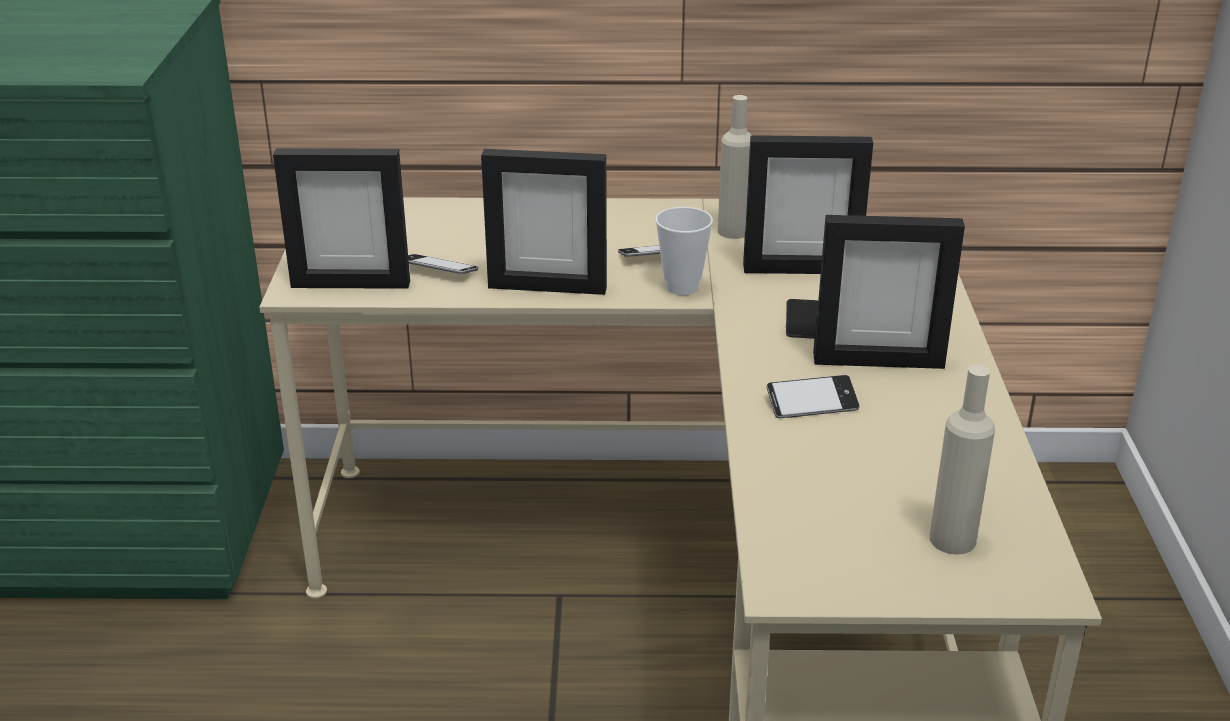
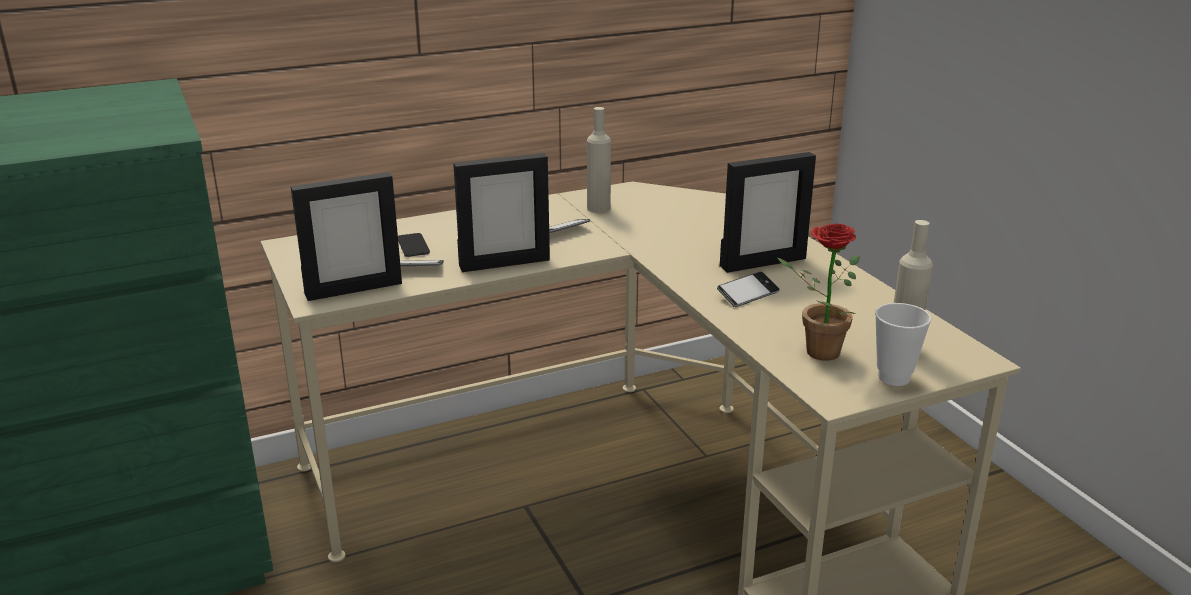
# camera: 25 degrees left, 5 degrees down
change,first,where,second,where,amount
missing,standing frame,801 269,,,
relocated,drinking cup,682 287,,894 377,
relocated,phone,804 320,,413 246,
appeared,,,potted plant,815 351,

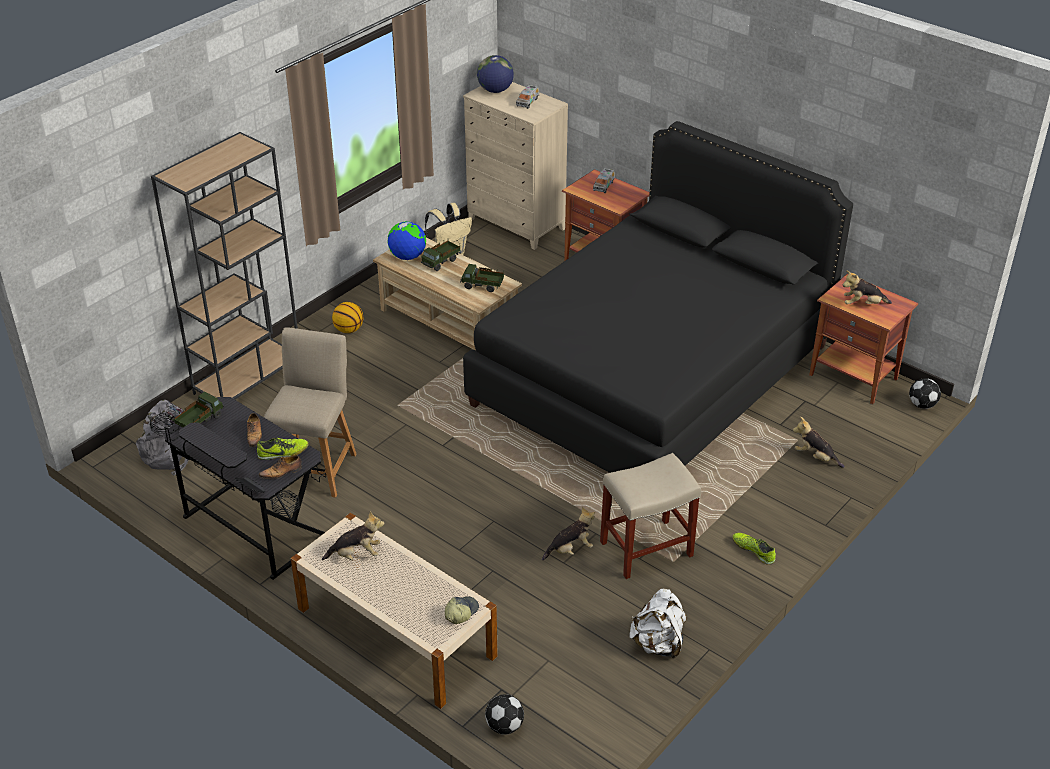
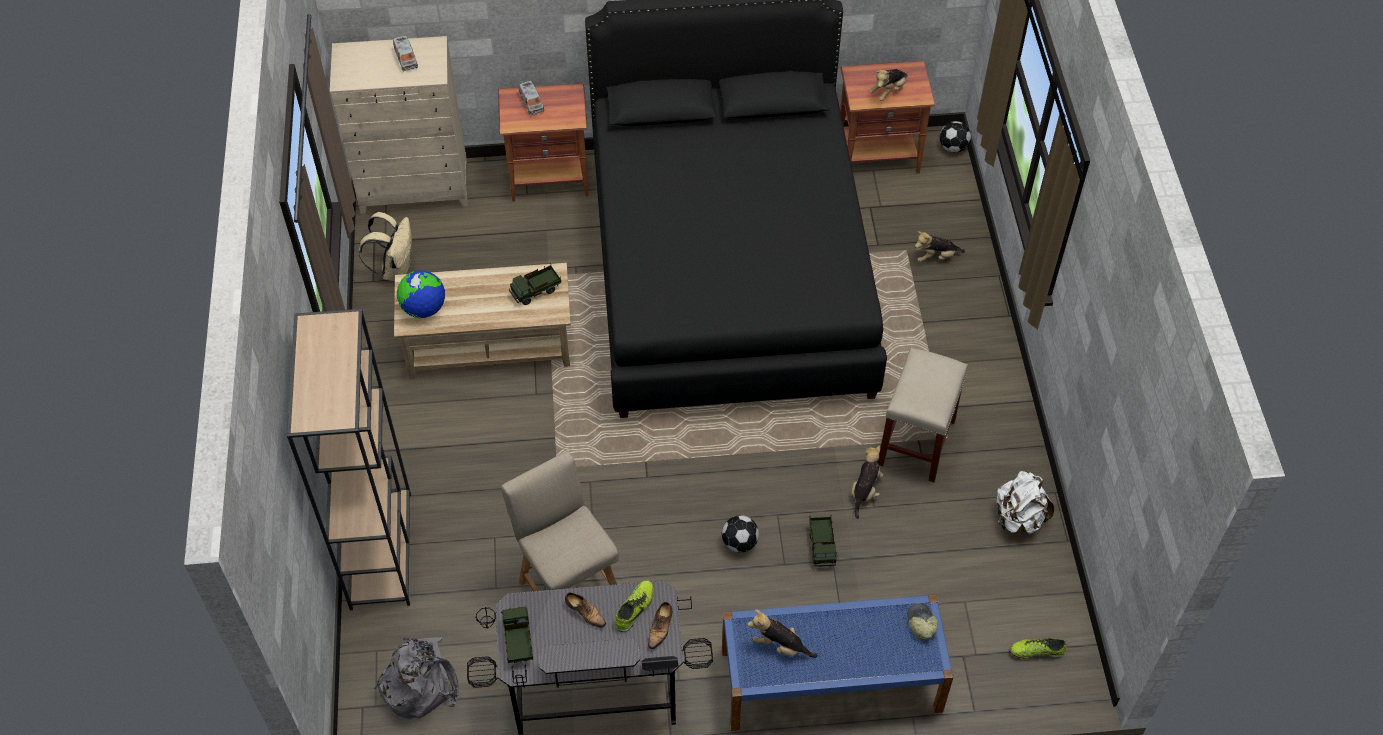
# camera: 45 degrees left, 15 degrees up
change,first,where,second,where,amount
missing,globe,495 90,,,
relocated,toy lorry,441 262,,822 546,
missing,basketball ball,349 329,,,
spun,soft toy,356 555,,780 645,105 degrees counterclockwise
colour,bench/beige-coloured,395 633,bench/blue,831 681,
relocated,item of footwear,753 551,,1037 651,
relocated,ball for football,504 726,,739 543,

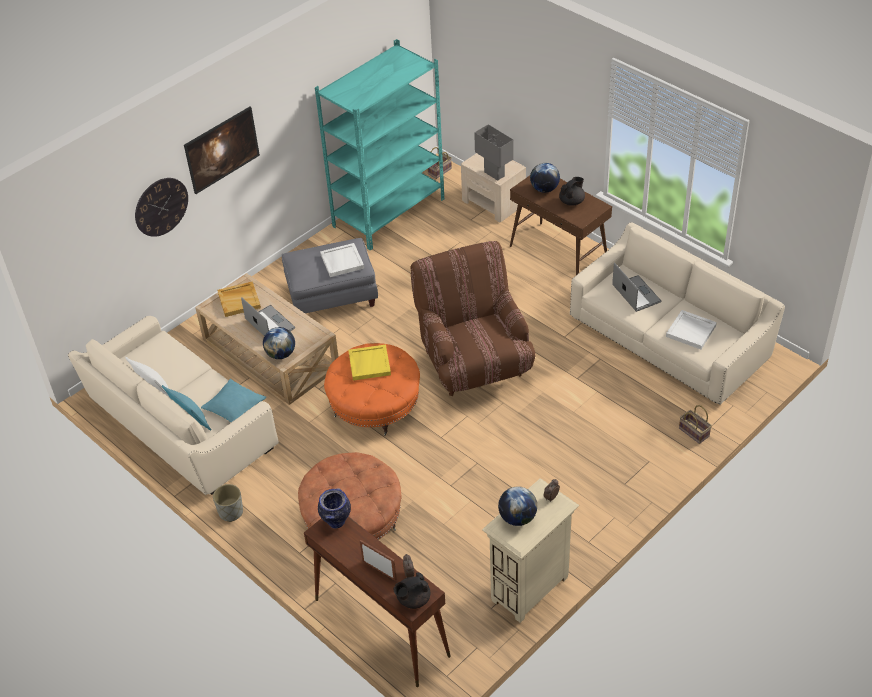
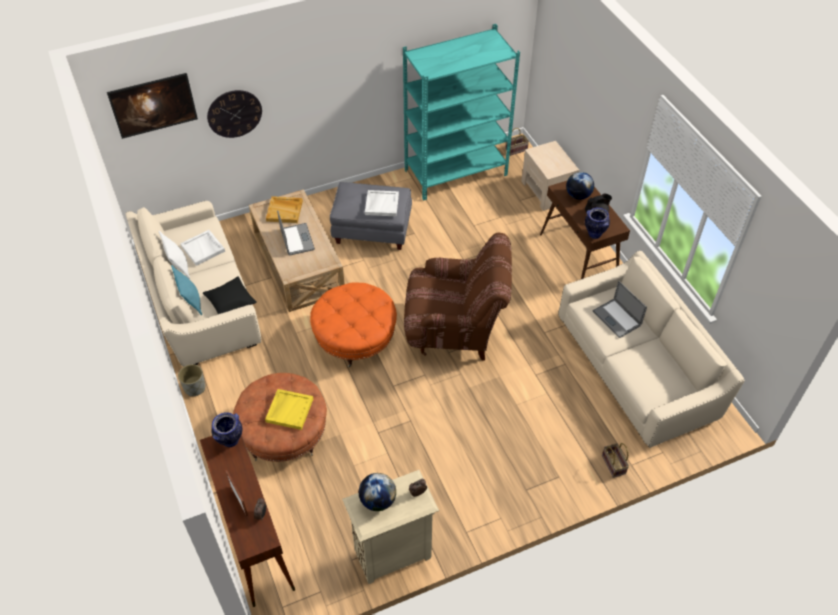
# camera: 20 degrees right, 5 degrees up
change,first,where,second,where,amount
relocated,picture,224 161,,156 116,
missing,tabletop lamp/grey,494 174,,,
spun,armchair/brownish,474 364,,455 330,90 degrees clockwise
spun,portable computer,636 294,,616 318,150 degrees clockwise
relocated,carrying tray/white,691 331,,203 249,
missing,globe,281 354,,,
relocated,carrying tray/yellowish,369 364,,289 410,
colour,pillow/turquoise,234 407,pillow/black,230 301,
missing,teapot/black,413 599,,,
appeared,,,vase,594 234,

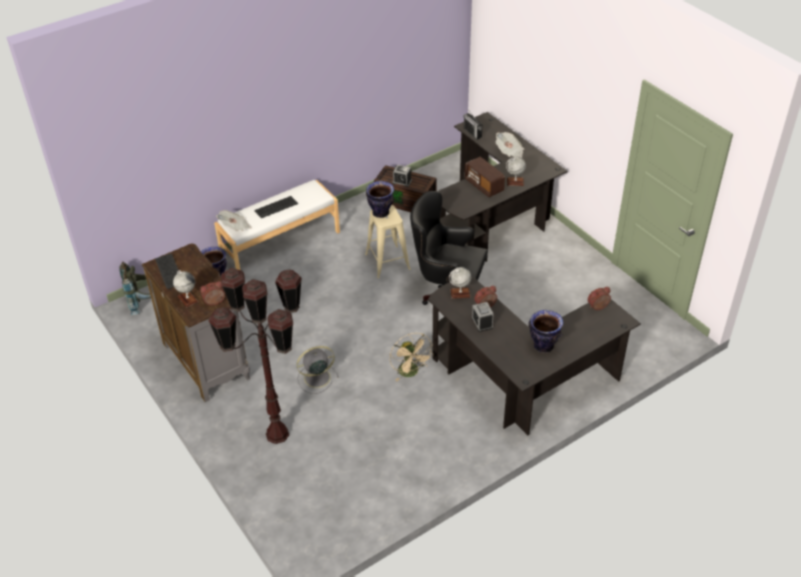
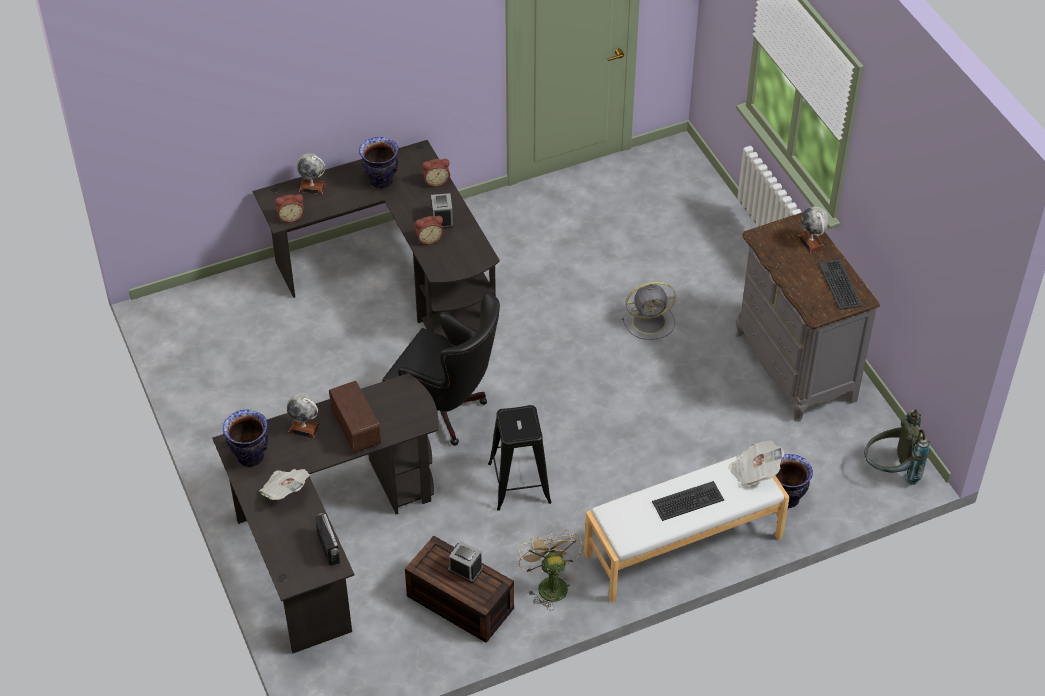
# camera: 170 degrees left, 5 degrees up
change,first,where,second,where,amount
relocated,vase,380 213,,251 457,
colour,stool/beige-coloured,387 262,stool/black,519 482,
relocated,globe,460 293,,312 187,
missing,standing lamp/brownish,276 434,,,
relocated,alarm clock,214 302,,436 181,
relocated,fan/beige-coloured,411 373,,549 584,

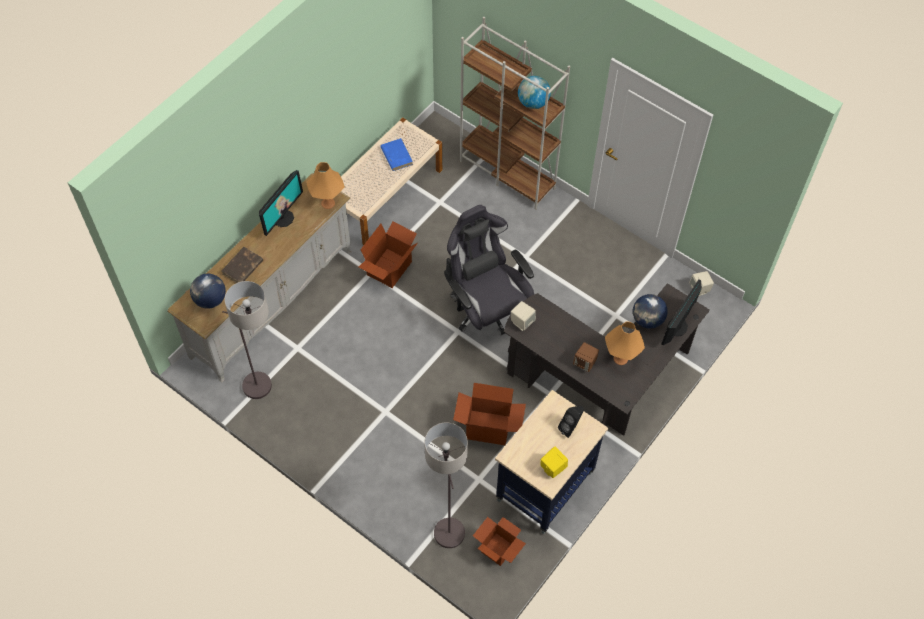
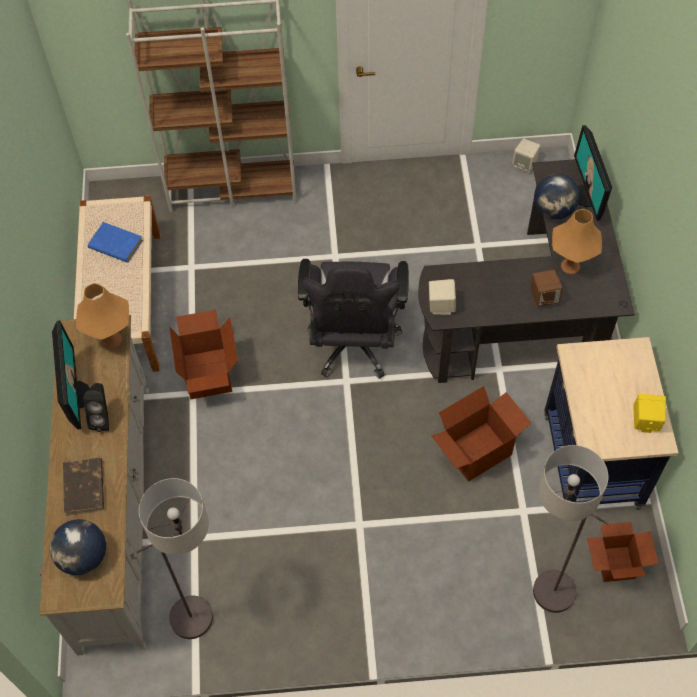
# camera: 40 degrees left, 0 degrees up
change,first,where,second,where,amount
missing,globe,533 103,,,
spun,office chair/black,487 311,,354 338,105 degrees counterclockwise
relocated,loudspeaker/black,570 428,,103 418,

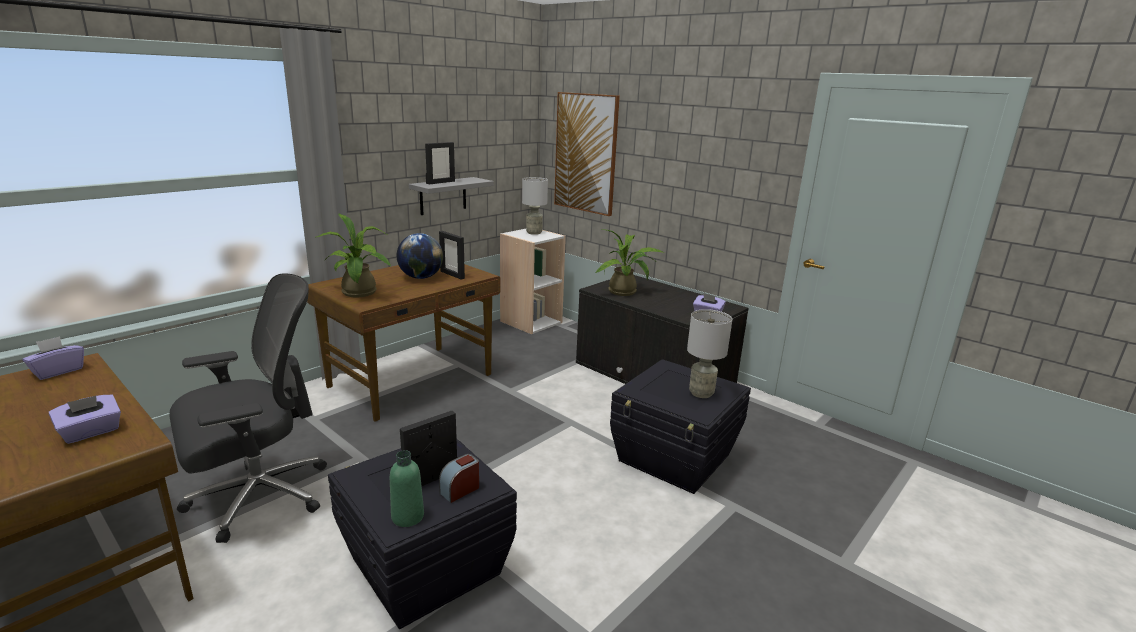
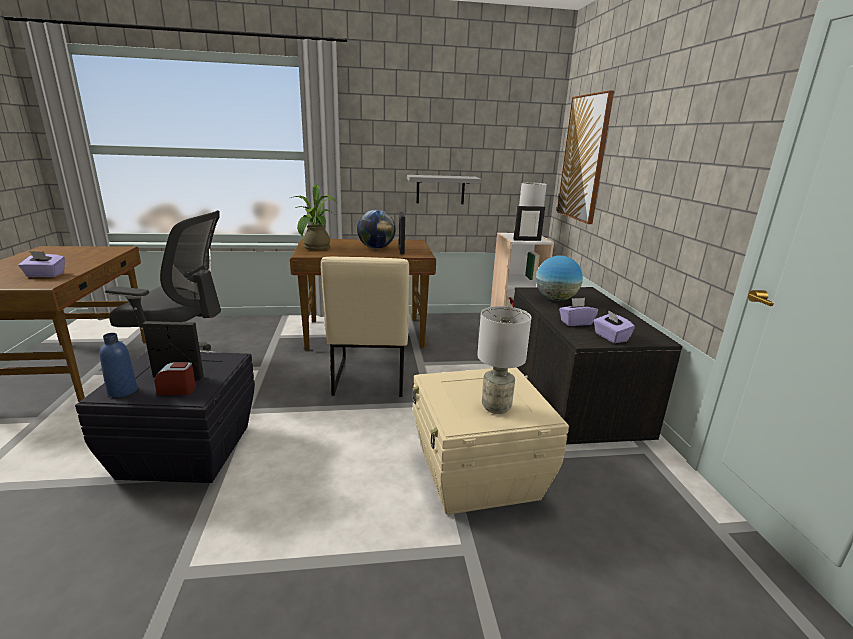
# camera: 40 degrees right, 0 degrees up
change,first,where,second,where,amount
relocated,standing frame,440 182,,527 240,
exchanged,potted plant,626 292,globe,555 299,
relocated,box of tissues/purple,58 371,,576 322,
colour,storage container/black,675 458,storage container/beige-coloured,477 474,
colour,beverage bottle/greenish,407 517,beverage bottle/blue,122 391,
appeared,,,upright chair/beige-coloured,369 377,

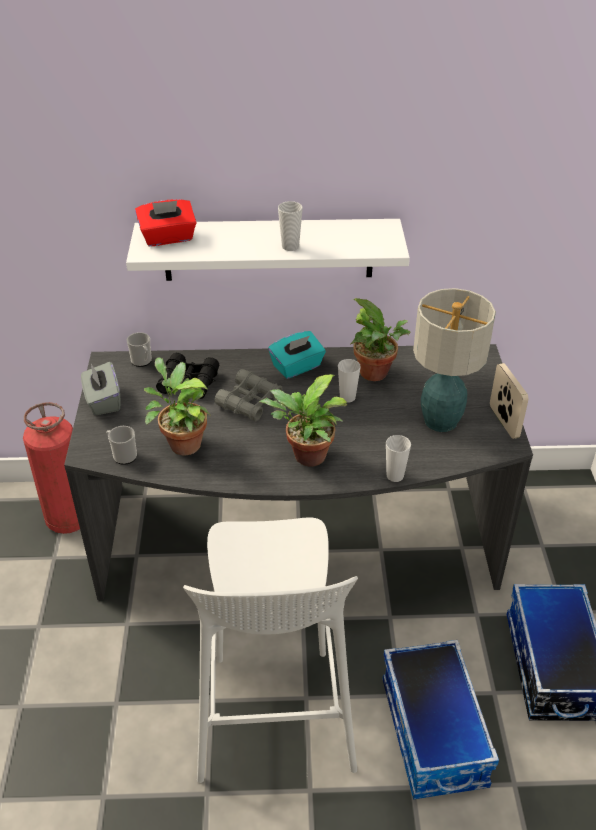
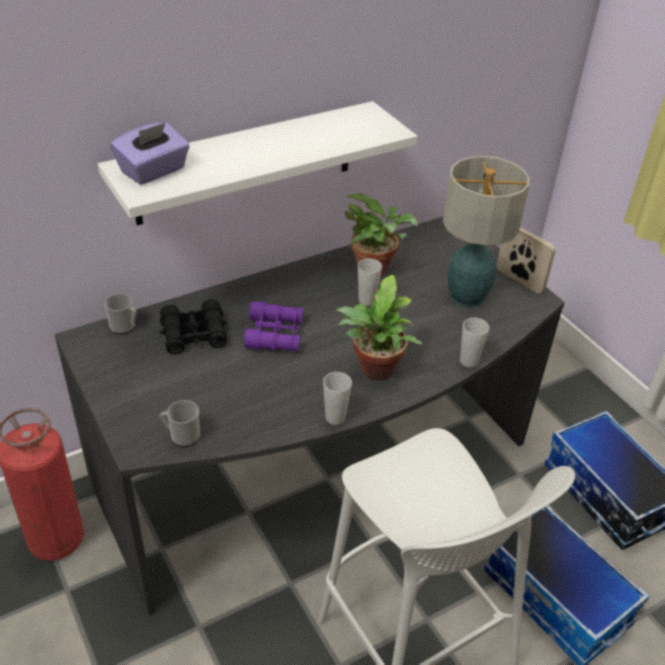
# camera: 30 degrees left, 0 degrees up
change,first,where,second,where,amount
colour,box of tissues/reddish,168 238,box of tissues/purple,154 171,
relocated,drinking cup,290 247,,335 418,
missing,box of tissues/turquoise,297 367,,,
missing,potted plant,182 443,,,
missing,box of tissues/grey,103 401,,,
colour,binoculars/grey,249 402,binoculars/purple,274 334,

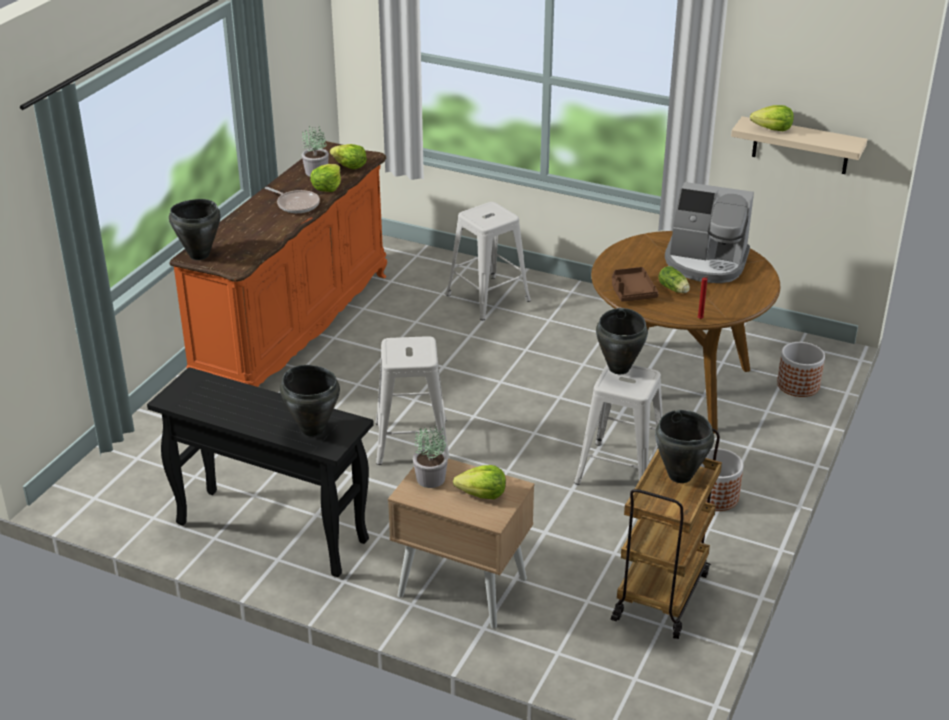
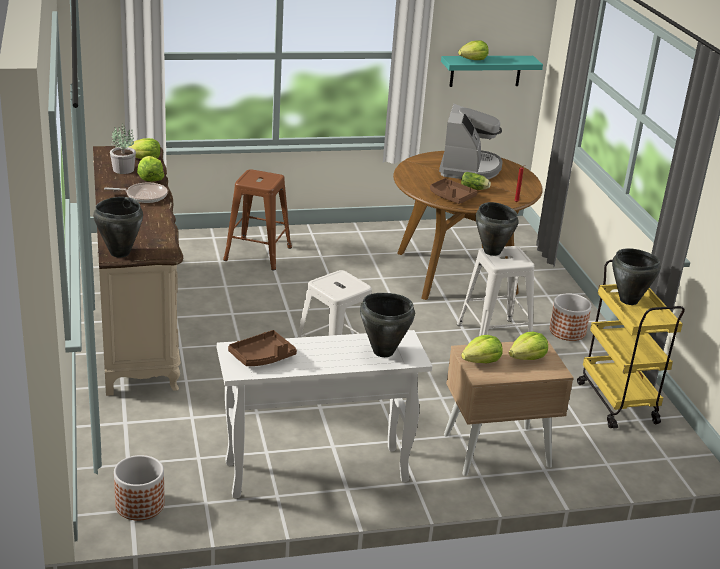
# camera: 40 degrees left, 5 degrees down
change,first,where,second,where,amount
colour,bracket shelf/beige-coloured,801 146,bracket shelf/turquoise,485 71,
colour,cabinet/orange-coloured,297 330,cabinet/beige-coloured,138 321,
spun,coffee brewer,706 263,,469 168,60 degrees counterclockwise
colour,stool/white,488 298,stool/brownish,258 254,
relocated,plant pot,797 385,,139 505,
colour,narrow table/black,270 532,narrow table/white,315 472,
exchanged,potted plant,431 479,head of lettuce,481 361,
colour,cart/brownish,661 597,cart/yellowish,617 403,
appeared,,,carrying tray/brownish,262 357,

